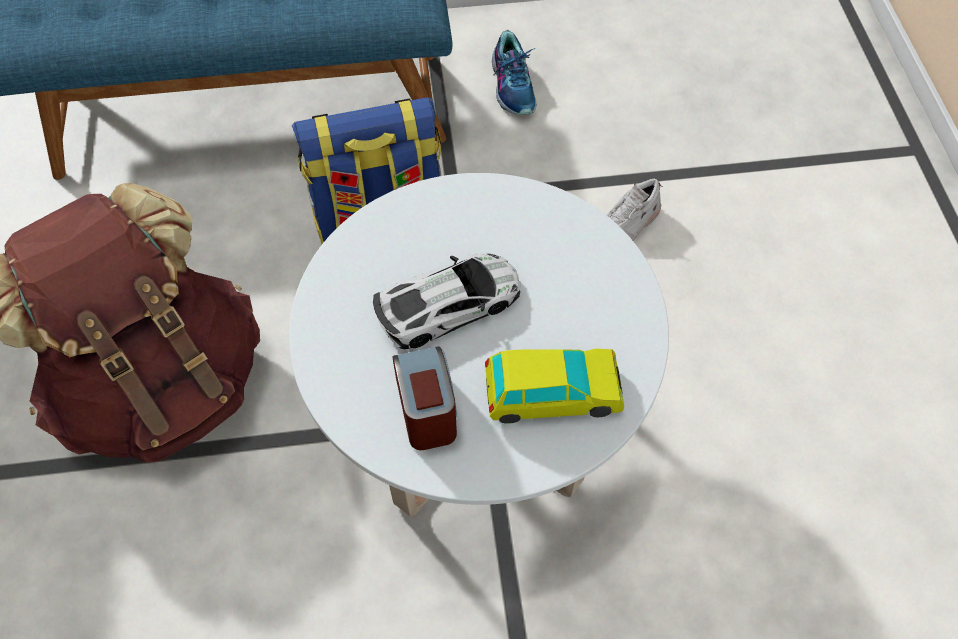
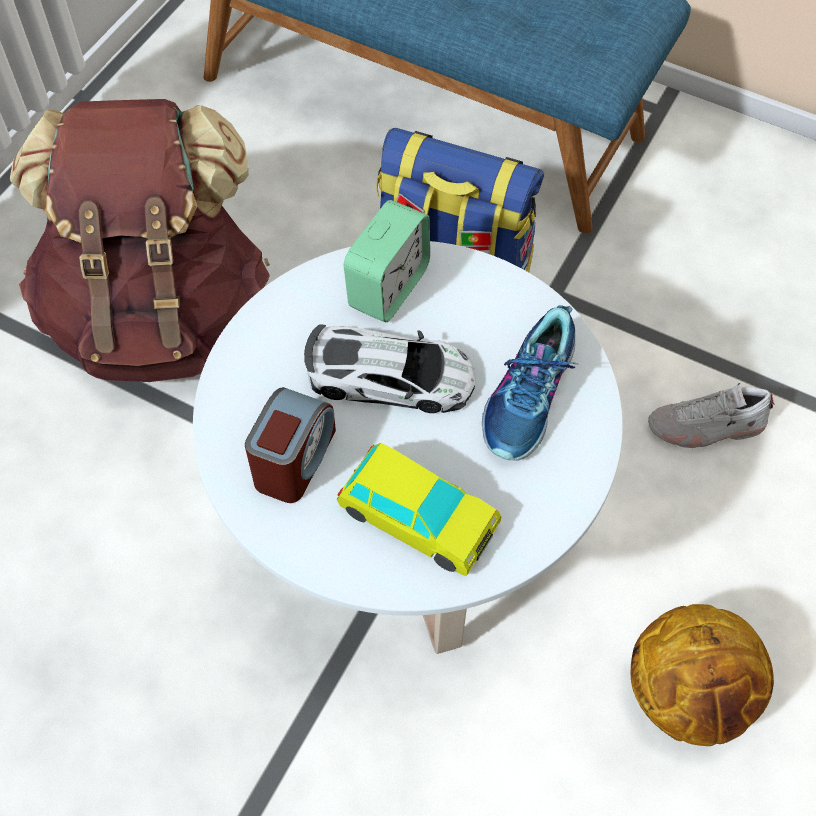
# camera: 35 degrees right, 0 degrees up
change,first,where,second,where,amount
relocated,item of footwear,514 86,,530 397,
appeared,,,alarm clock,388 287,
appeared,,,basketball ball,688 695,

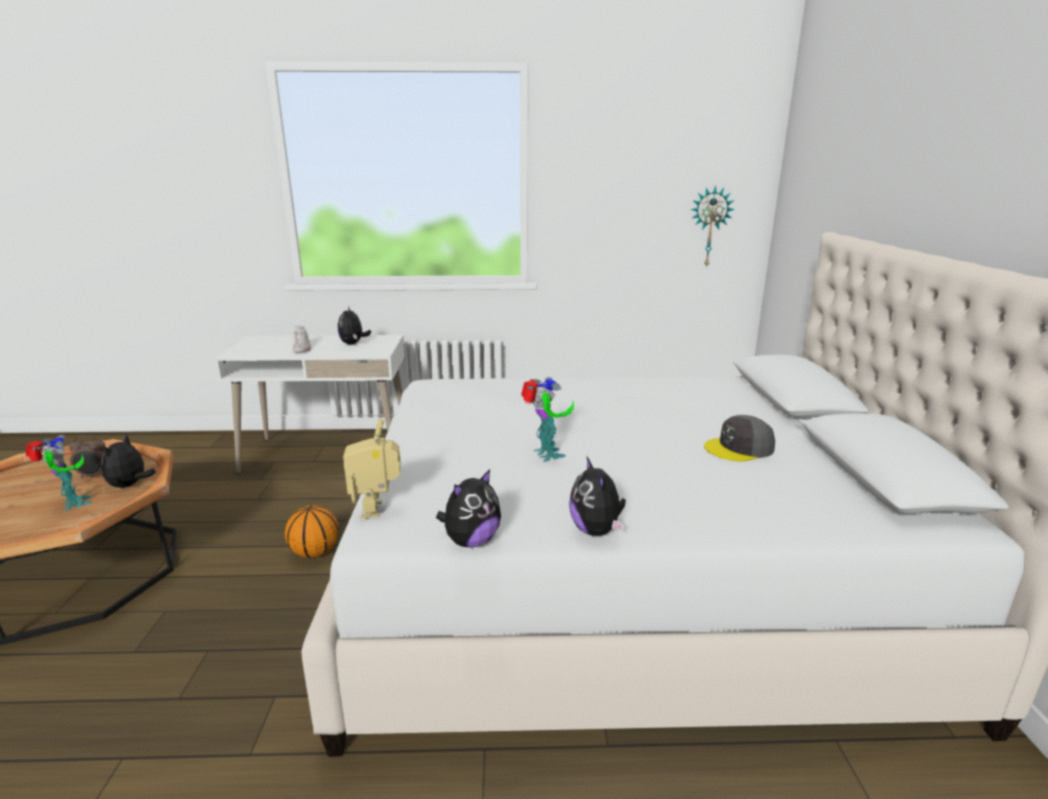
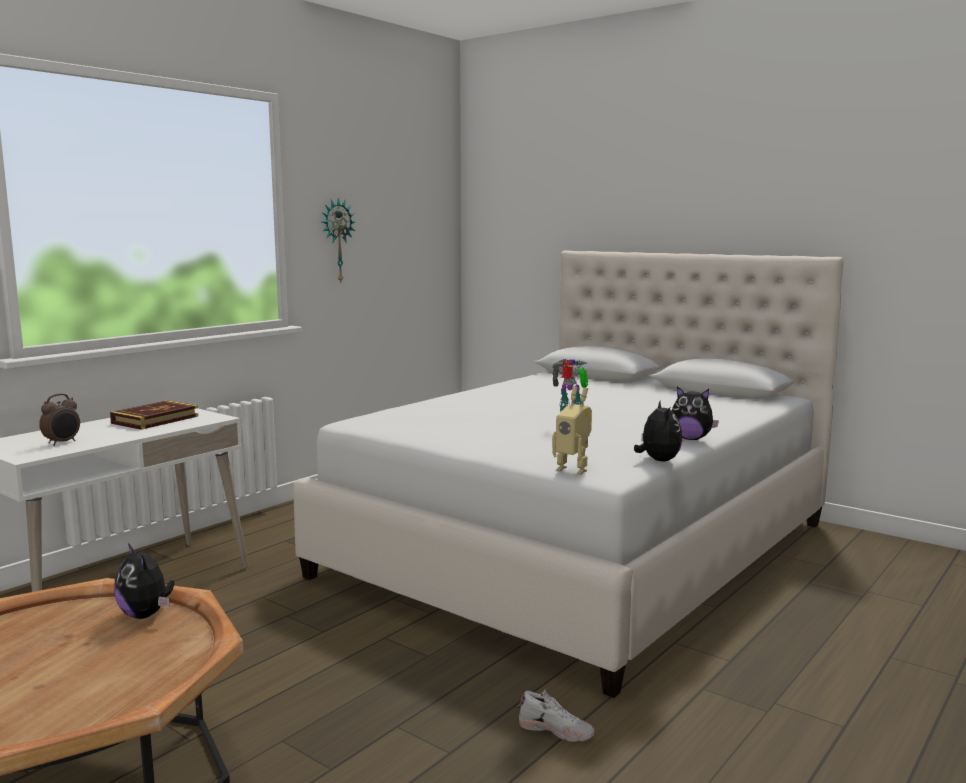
# camera: 50 degrees left, 10 degrees down
change,first,where,second,where,amount
relocated,wall clock,709 227,,337 241,
exchanged,soft toy,353 343,book,155 420,
relocated,item of footwear/white,302 348,,556 730,
missing,peaked cap/grey,739 448,,,
missing,toy robot,72 504,,,
relocated,alarm clock,94 476,,62 443,
missing,basketball ball,315 552,,,

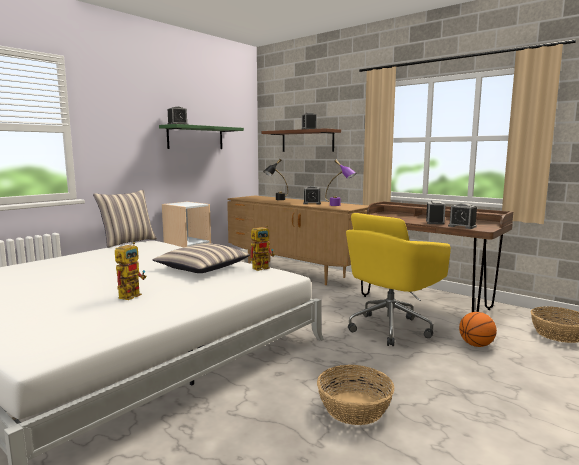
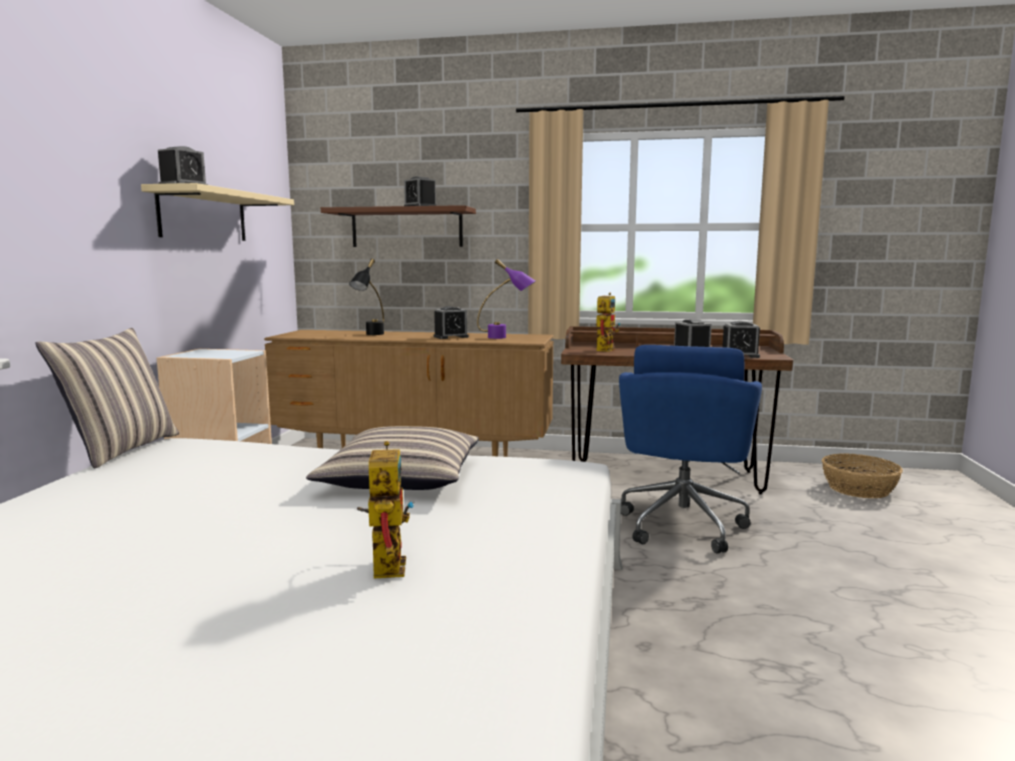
# camera: 30 degrees left, 0 degrees up
change,first,where,second,where,amount
colour,bracket shelf/greenish,195 138,bracket shelf/beige-coloured,203 216,
colour,office chair/yellowish,391 328,office chair/blue,681 524,
relocated,toy robot,263 267,,604 349,
missing,basketball ball,476 345,,,
missing,household basket,354 408,,,

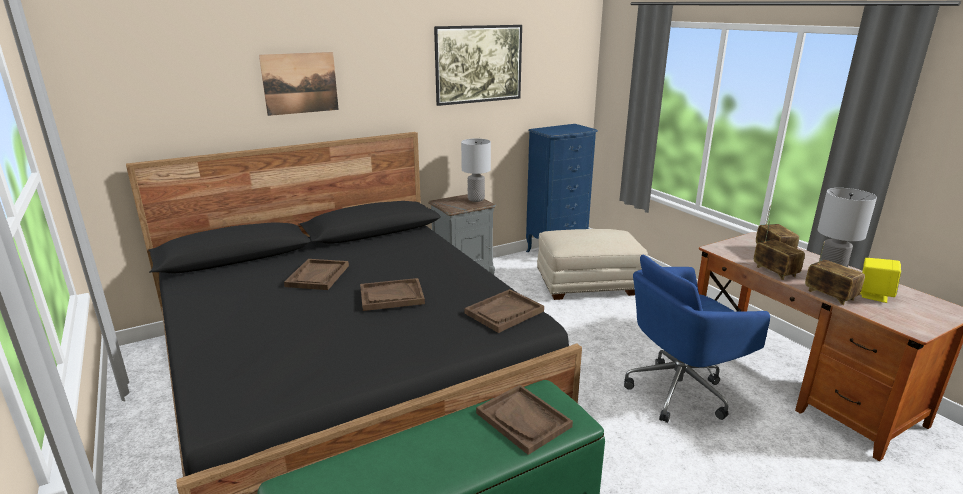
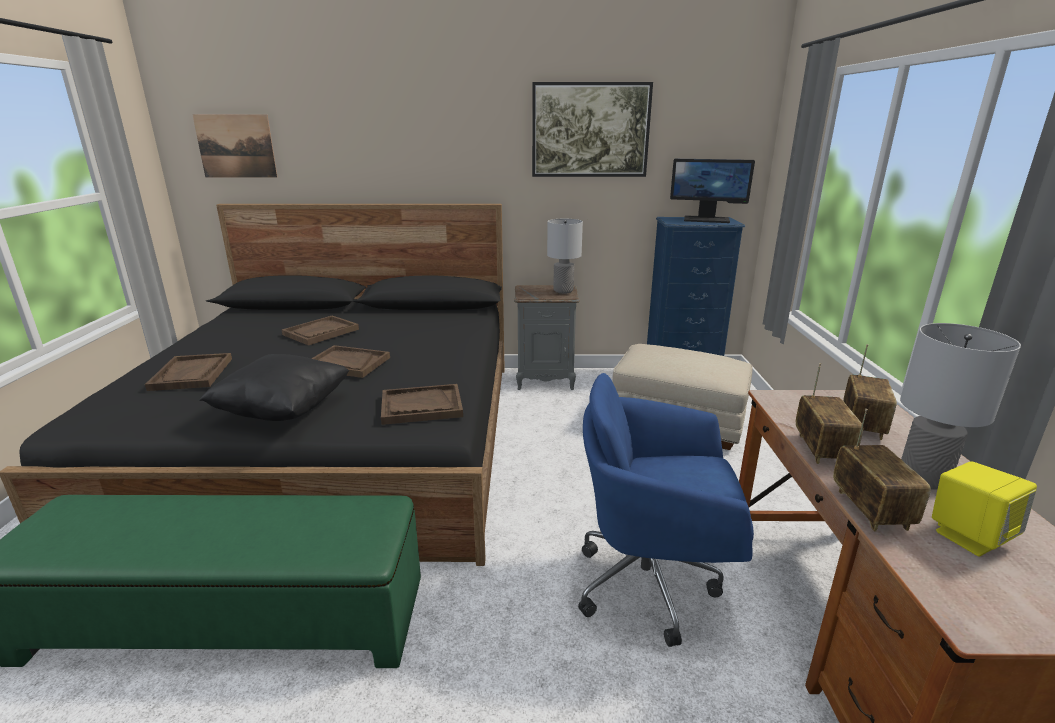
# camera: 30 degrees right, 0 degrees up
change,first,where,second,where,amount
relocated,picture,300 83,,236 146,
relocated,carrying tray/brownish,523 420,,192 374,
appeared,,,computer screen,706 219,
appeared,,,pillow/black,283 410,

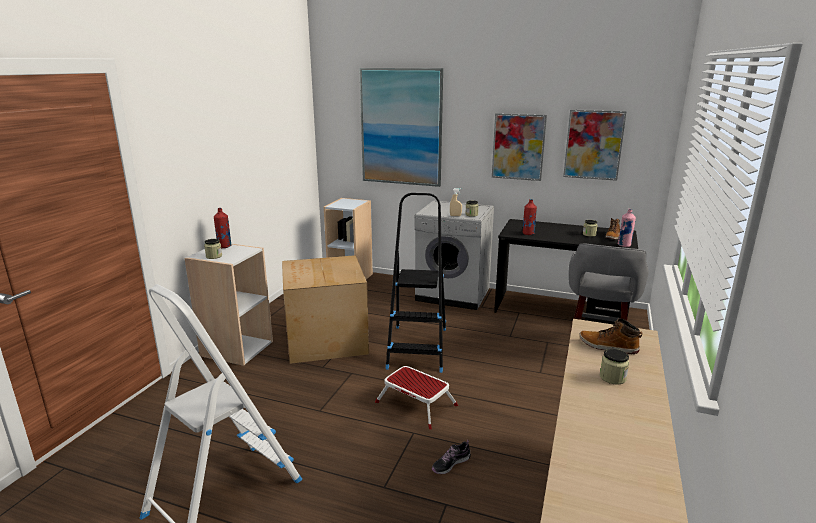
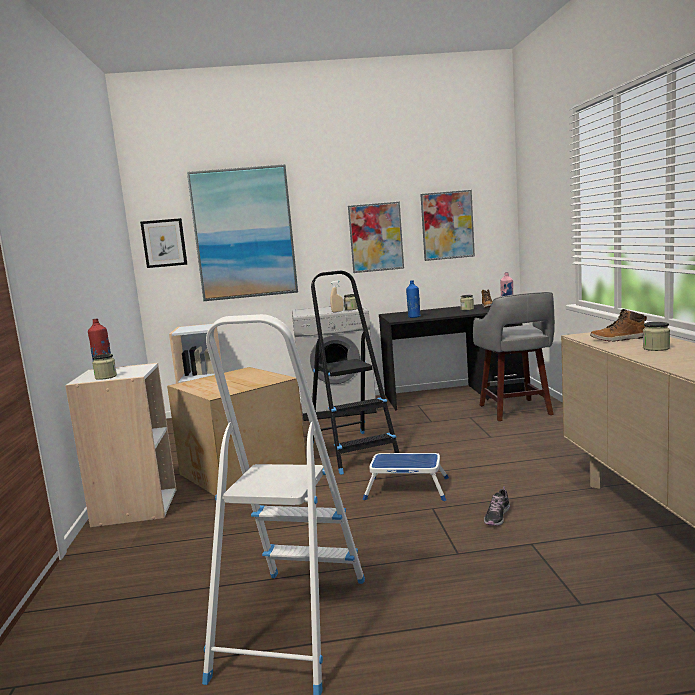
# camera: 25 degrees left, 10 degrees down
change,first,where,second,where,amount
colour,beverage bottle/reddish,528 233,beverage bottle/blue,414 317,
colour,step stool/reddish,416 404,step stool/blue,406 488,
appeared,,,picture,164 243,

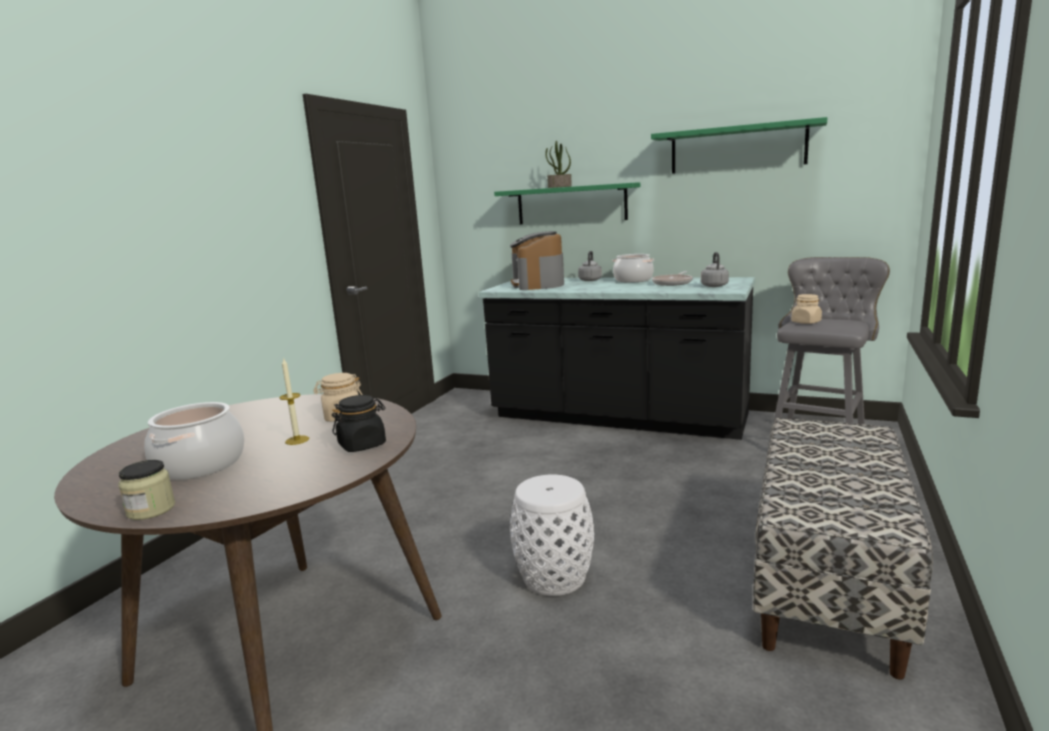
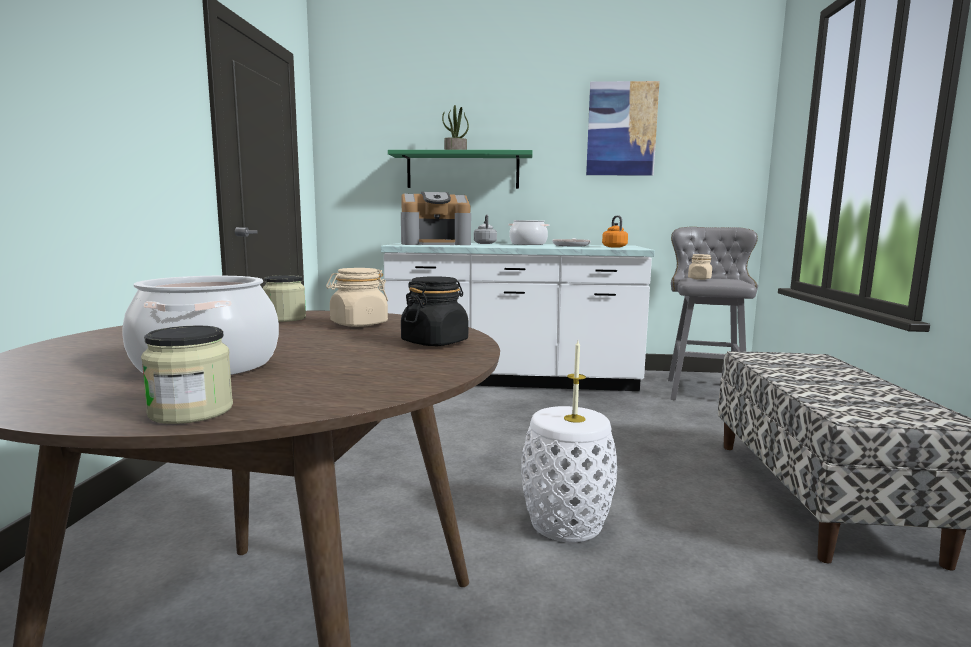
# camera: 20 degrees left, 5 degrees down
change,first,where,second,where,amount
exchanged,bracket shelf/greenish,737 148,picture,621 129,
spun,coffee brewer,538 284,,436 244,75 degrees counterclockwise
colour,water kettle/grey,714 285,water kettle/orange-coloured,613 247,
colour,kitchen base unit/black,618 417,kitchen base unit/white,513 378,
relocated,wax candle,297 440,,574 418,
appeared,,,storage jar,285 318,

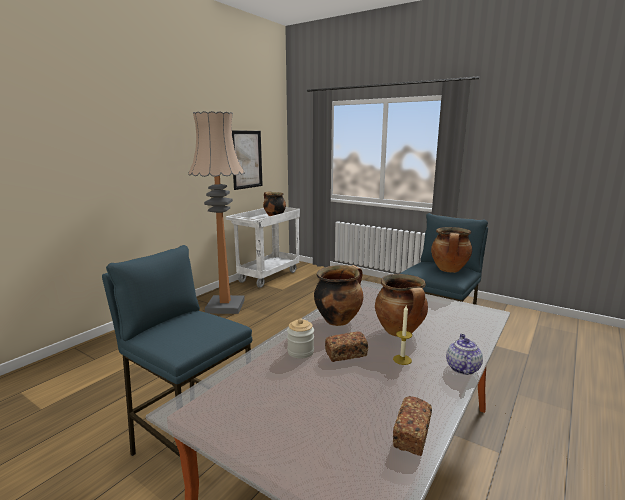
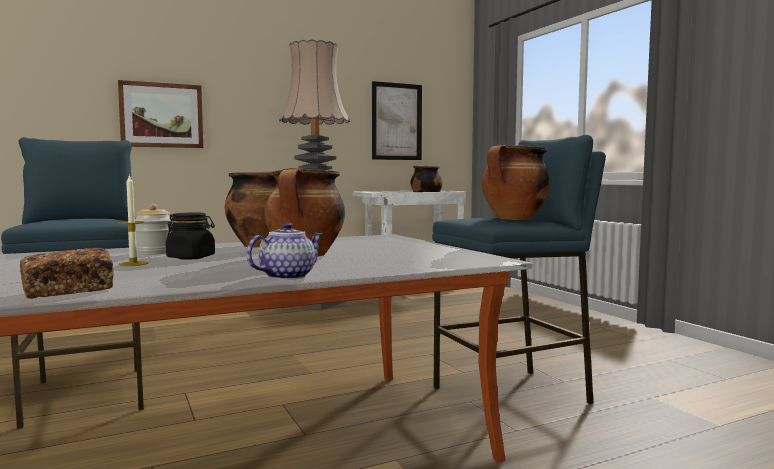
# camera: 30 degrees right, 10 degrees down
change,first,where,second,where,amount
relocated,wax candle,402 359,,133 264,
exchanged,bakery bread,346 354,storage jar/black,191 257,
appeared,,,picture,161 115,

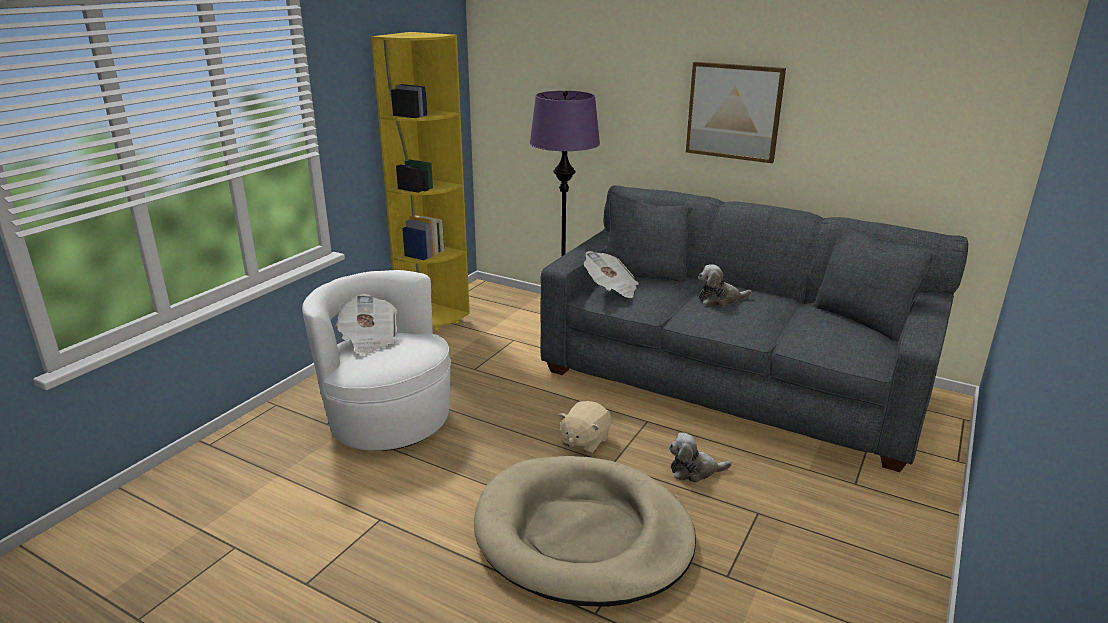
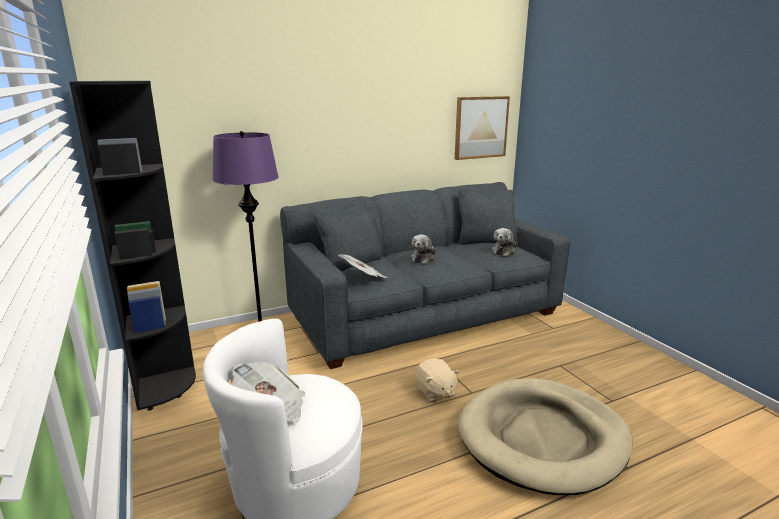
# camera: 55 degrees left, 5 degrees down
change,first,where,second,where,amount
colour,bookshelf/yellowish,434 323,bookshelf/black,166 393,
relocated,picture,734 111,,480 127,
relocated,soft toy,694 471,,504 251,

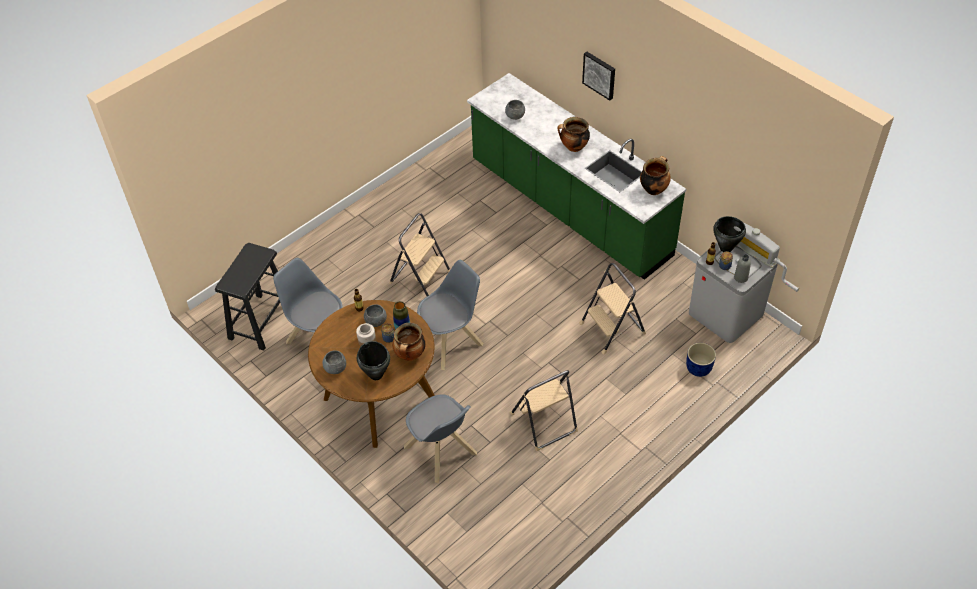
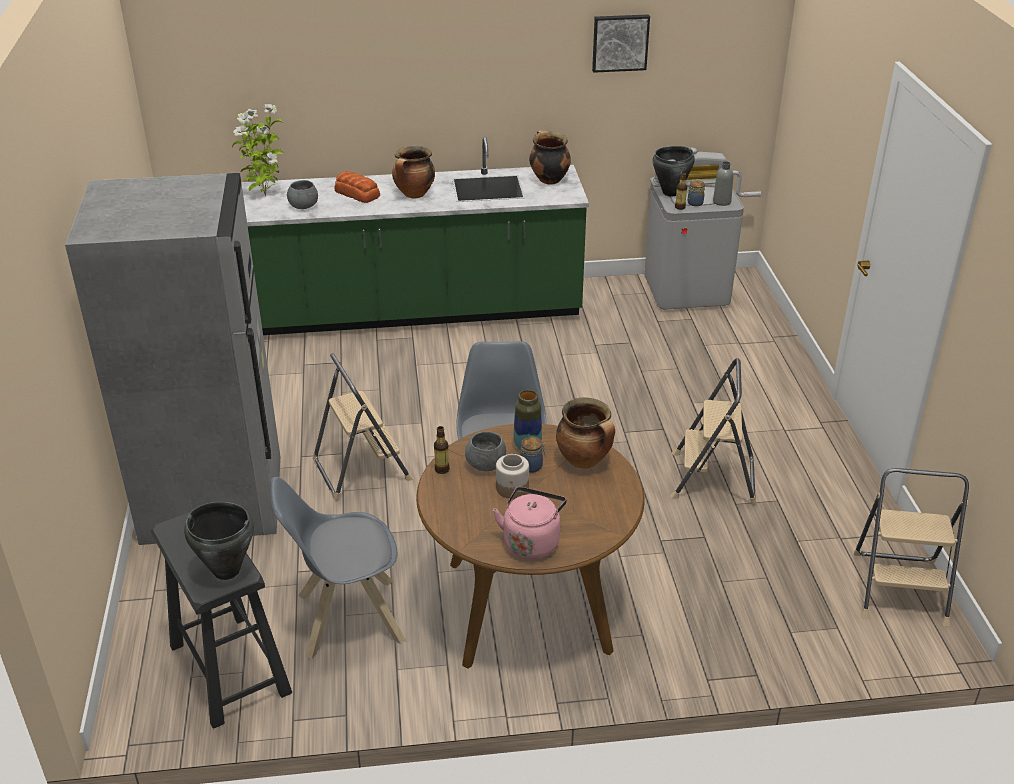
# camera: 55 degrees left, 15 degrees down
change,first,where,second,where,amount
relocated,picture,600 75,,620 42,
relocated,step stool/beige-coloured,615 327,,899 585,
relocated,saucepot/black,376 374,,226 570,
missing,plant pot/blue,699 368,,,
exchanged,deep dish/grey,335 368,water kettle/pink-coloured,532 541,
missing,upright chair/grey,441 452,,,
appeared,,,potted plant,264 195,
appeared,,,bakery bread,357 193,
appeared,,,refrigerator/grey,212 498,

